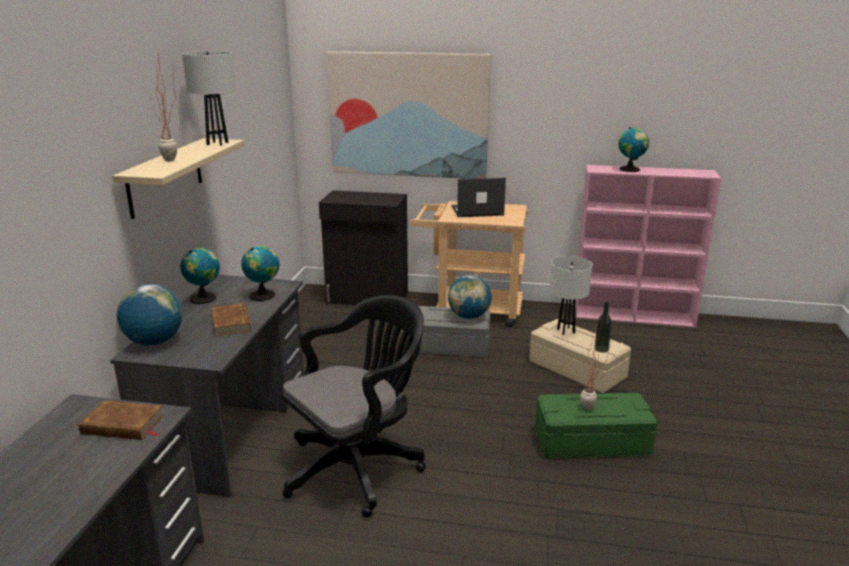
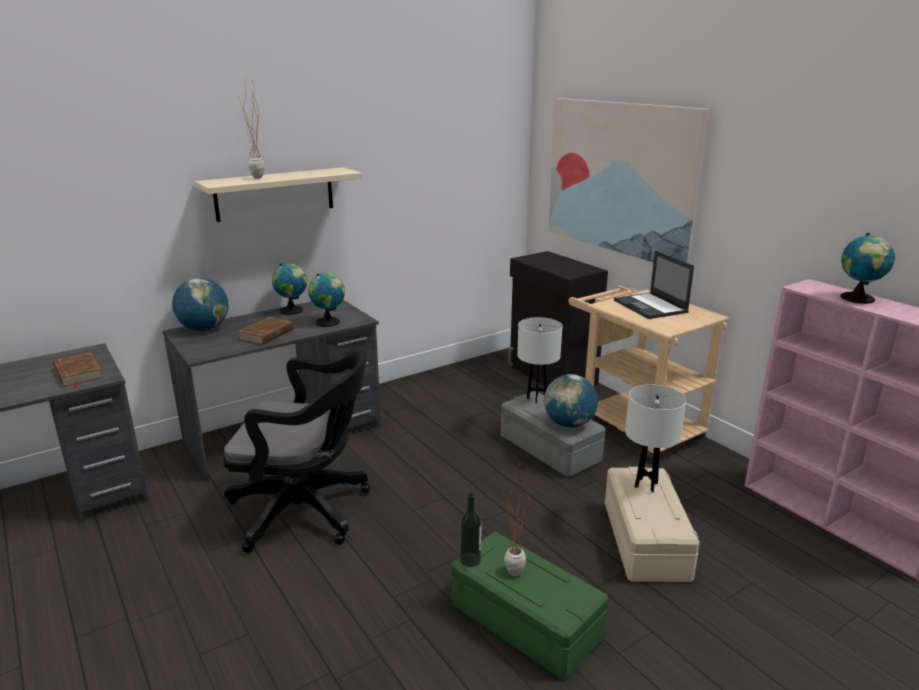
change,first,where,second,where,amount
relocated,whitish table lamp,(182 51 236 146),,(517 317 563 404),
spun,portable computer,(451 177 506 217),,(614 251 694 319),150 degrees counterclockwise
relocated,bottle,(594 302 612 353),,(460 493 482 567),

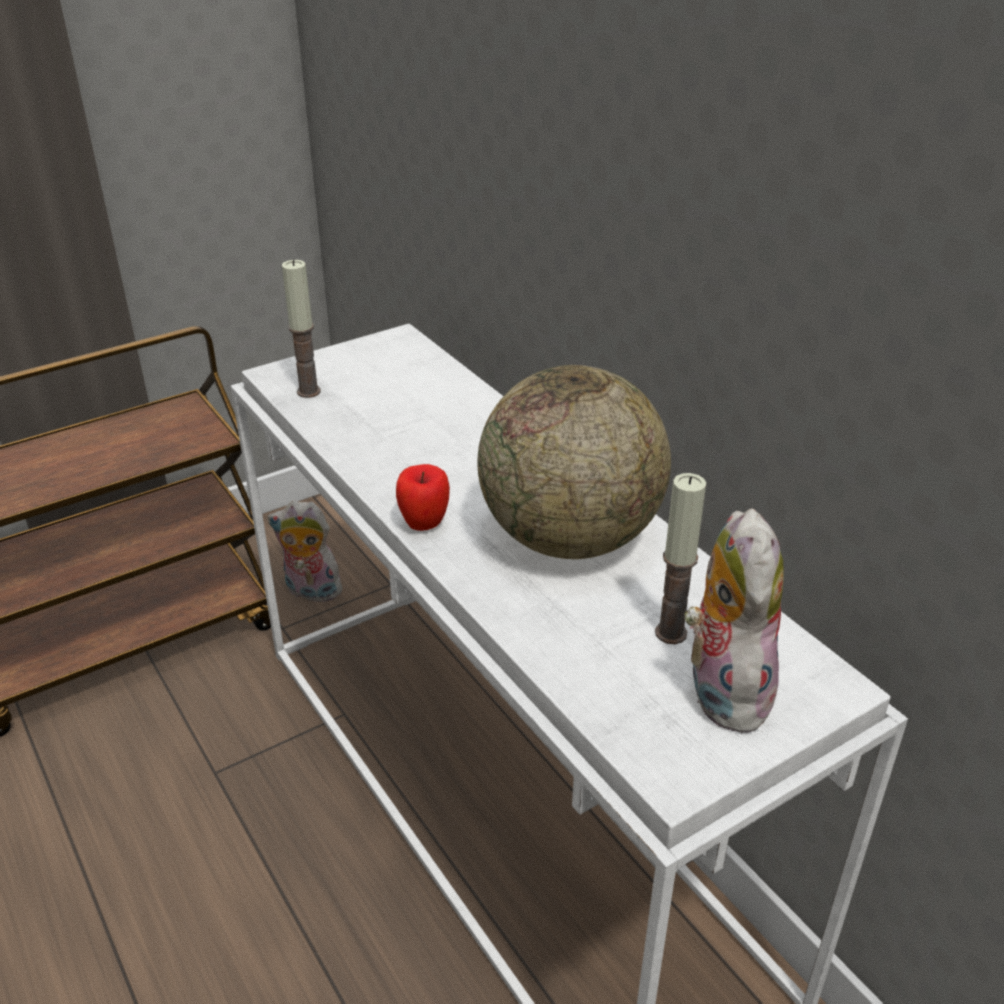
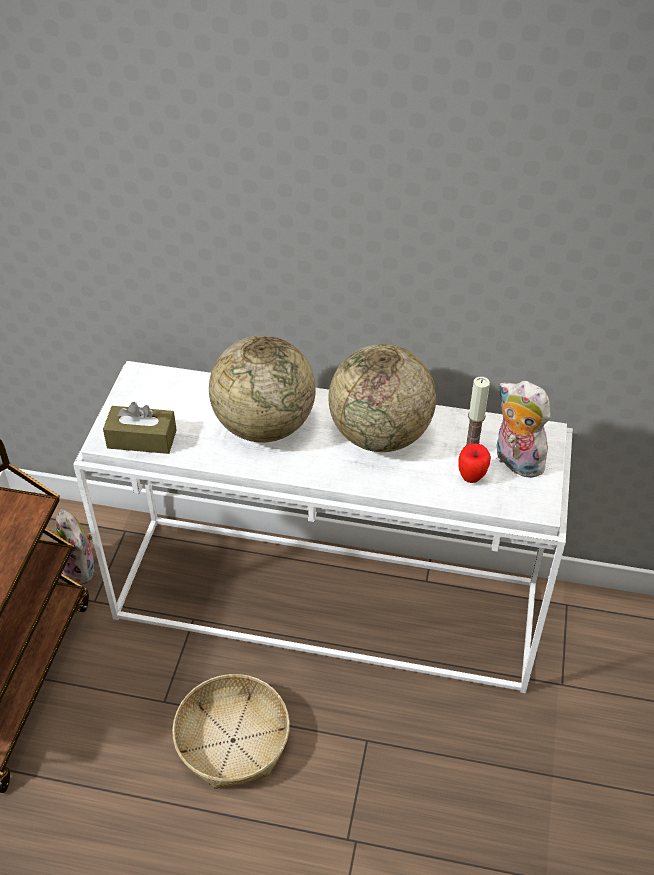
change,first,where,second,where,amount
exchanged,wax light,(282 260 321 398),brown tissue box,(103 402 177 454),
relocated,apple fruit,(396 464 450 531),,(458 443 491 483),
spun,cuddly toy,(267 500 345 602),,(56 509 95 584),90 degrees counterclockwise
appeared,,,globe,(209 335 316 443),
appeared,,,storage basket,(172 674 290 789),

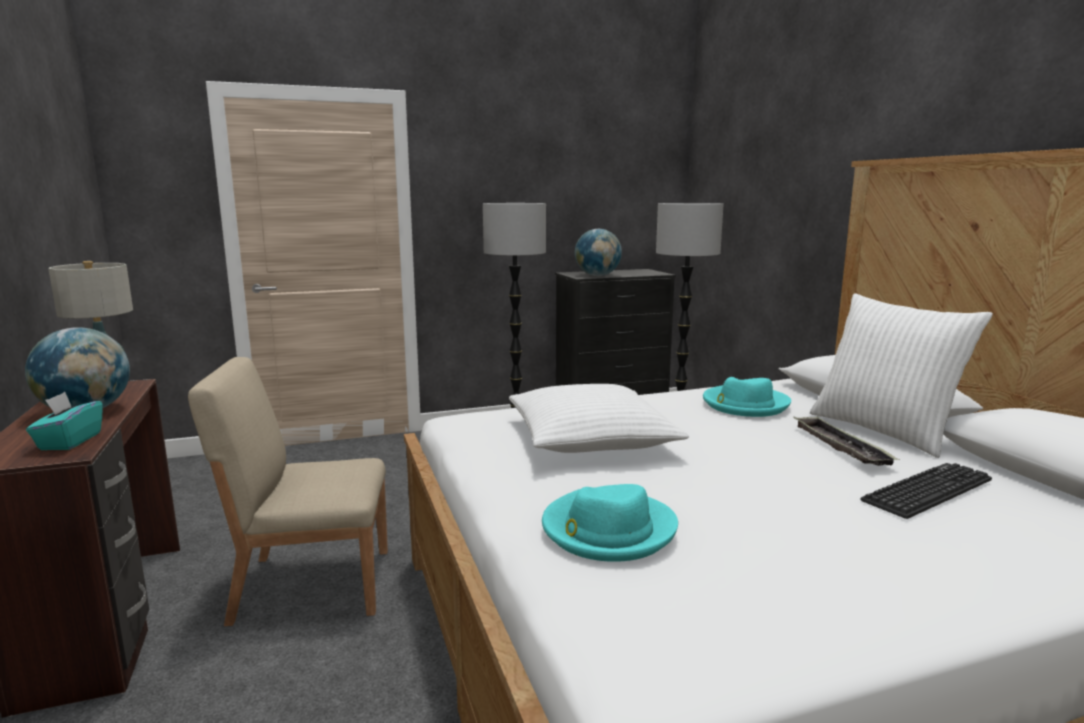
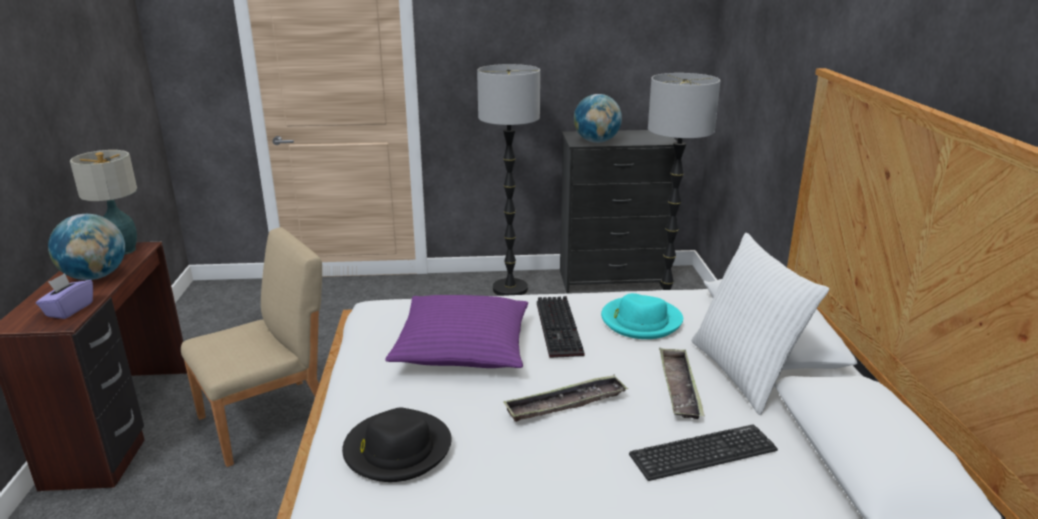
change,first,where,second,where,amount
spun,beige chair,(188 357 388 626),,(181 227 322 467),135 degrees clockwise
colour,whitish throw pillow,(509 384 689 453),purplish throw pillow,(385 295 528 368),
colour,turquoise-coloured tissue box,(26 392 103 450),purplish tissue box,(36 273 93 319),
colour,turquoise-coloured hat,(542 484 678 562),black hat,(342 407 452 482),
appeared,,,PC keyboard,(537 296 584 358),
appeared,,,carrying tray,(503 375 628 422),

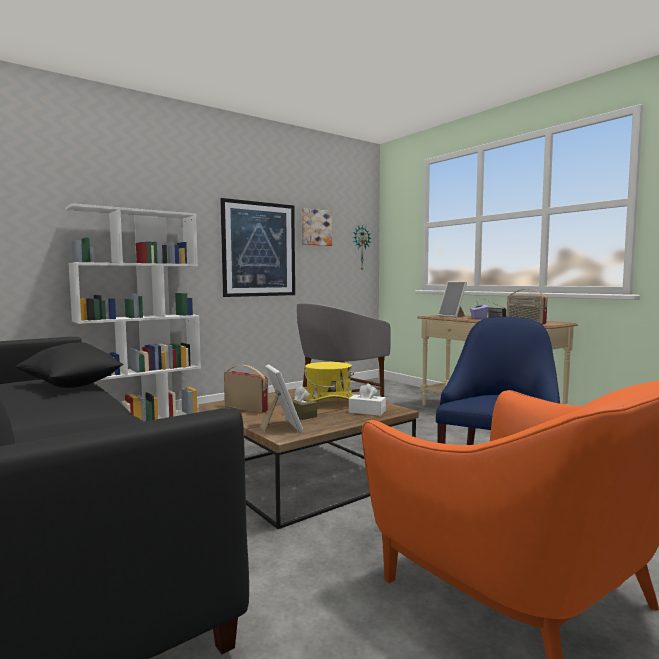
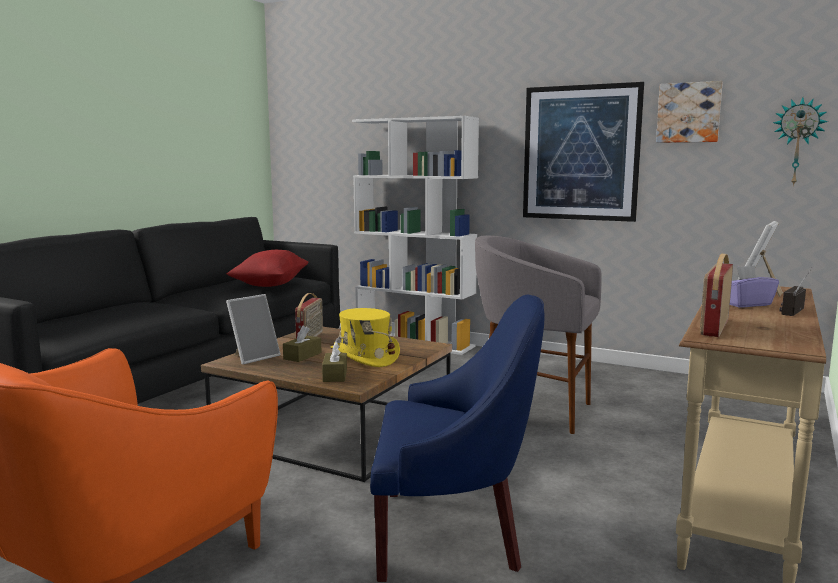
change,first,where,second,where,amount
colour,black throw pillow,(15 342 123 388),red throw pillow,(226 250 308 287),
colour,whitish tissue box,(349 383 386 416),brown tissue box,(322 342 347 382),

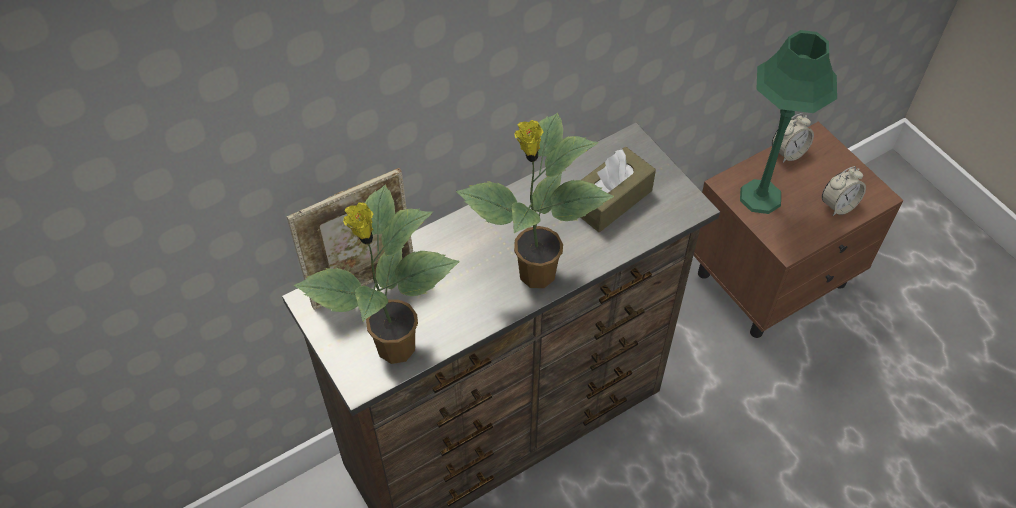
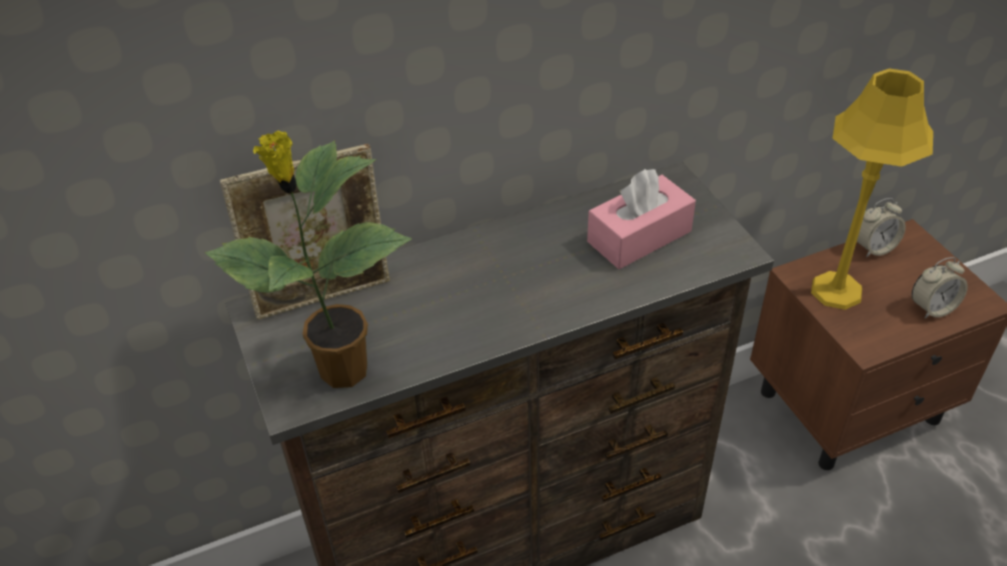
change,first,where,second,where,amount
colour,green-coloured table lamp,(740 30 837 214),yellowish table lamp,(811 68 933 310),
missing,plant in a pot,(456 113 614 288),,,
colour,brown tissue box,(581 147 656 232),pink-coloured tissue box,(587 169 696 269),

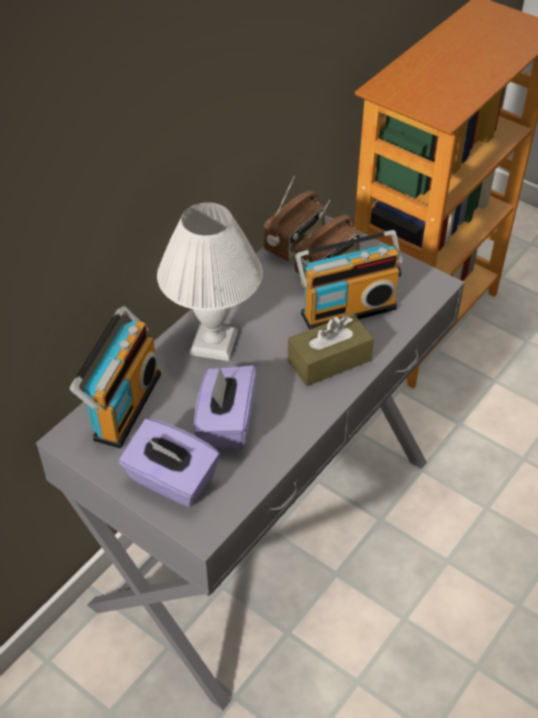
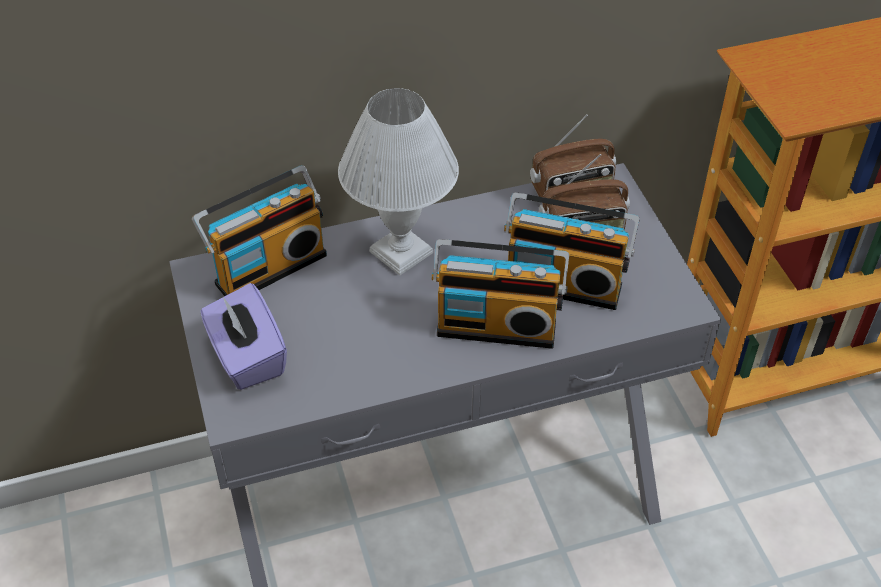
change,first,where,second,where,amount
exchanged,brown tissue box,(288 313 374 386),radio receiver,(432 239 569 349),
missing,purplish tissue box,(194 365 256 450),,,

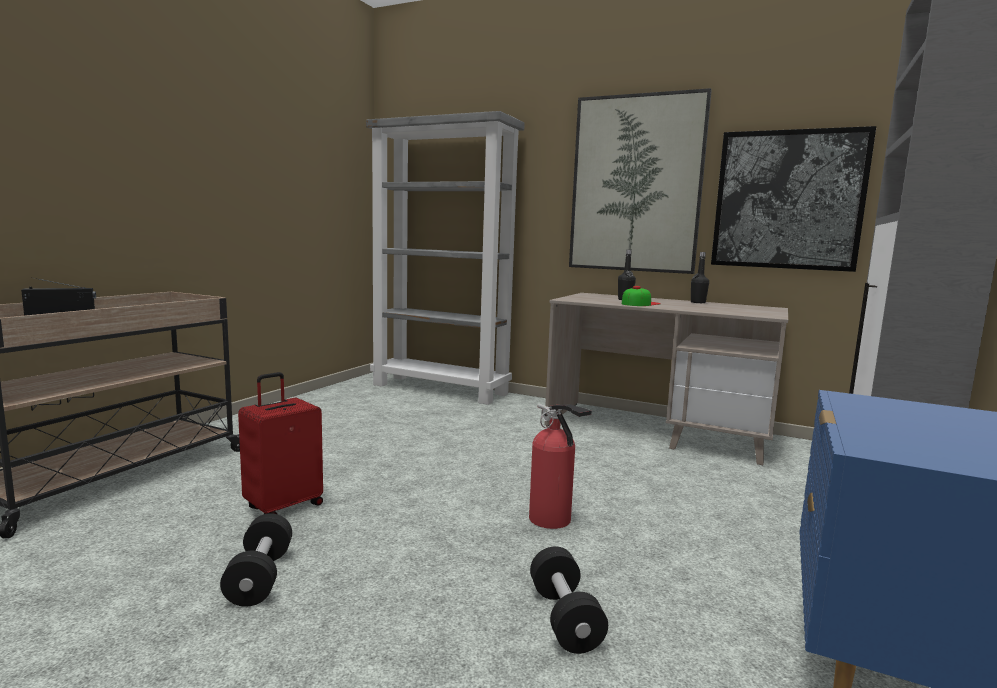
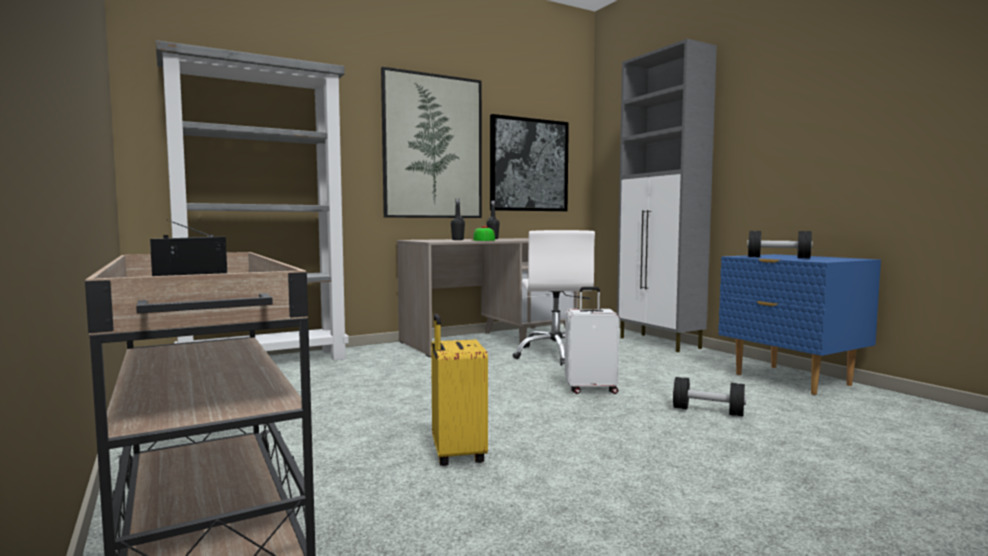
change,first,where,second,where,amount
colour,red piece of luggage,(238 372 323 514),yellowish piece of luggage,(431 314 488 466),
exchanged,fire extinguisher,(529 404 592 529),whitish piece of luggage,(565 287 620 394),
relocated,black hand weight,(220 513 292 607),,(747 231 813 258),
appeared,,,whitish office chair,(513 230 595 366),

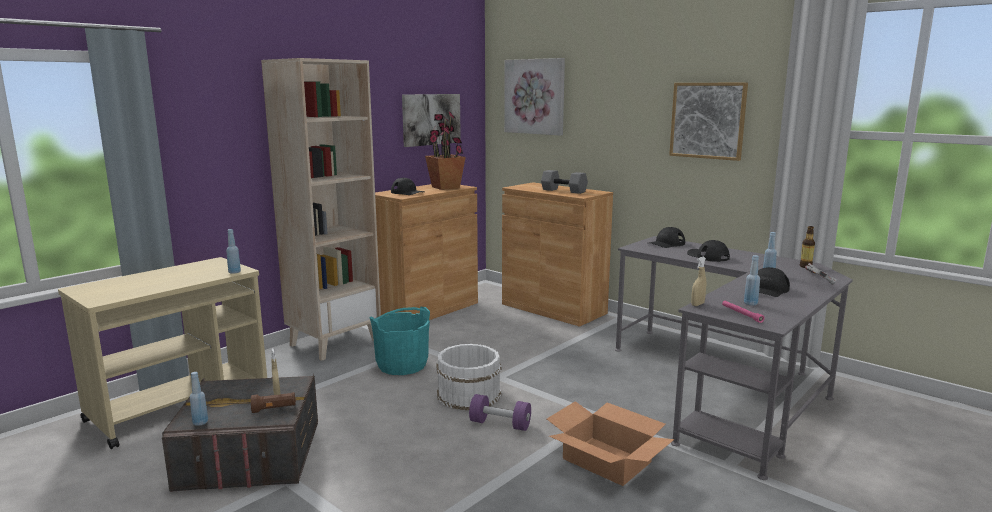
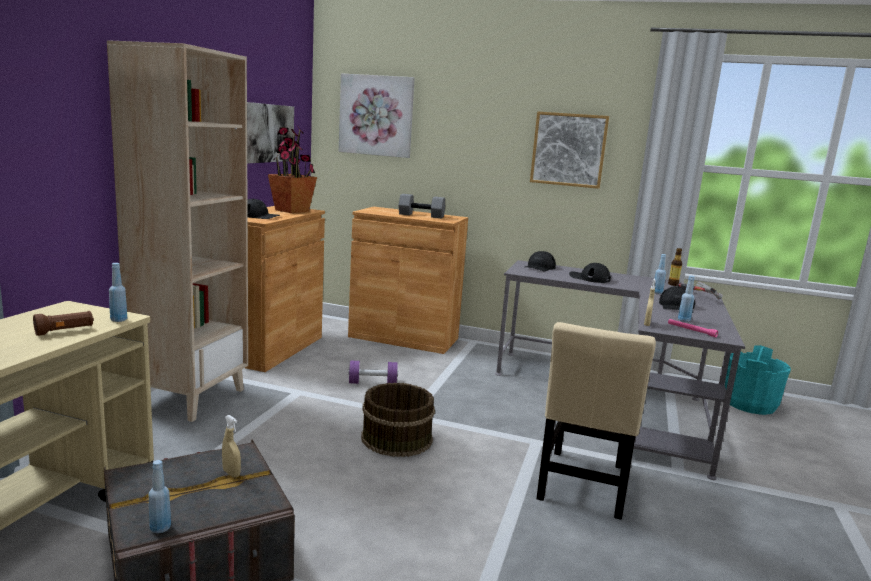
change,first,where,second,where,amount
relocated,turquoise-coloured pail,(369 307 430 375),,(725 345 791 415),
colour,whitish pail,(436 344 501 410),brown pail,(361 383 435 457),
relocated,brown torch,(251 392 296 413),,(33 311 94 336),
relocated,purplish hand weight,(469 394 531 431),,(348 360 398 384),
exchanged,carton,(547 401 674 486),beige chair,(536 322 656 519),

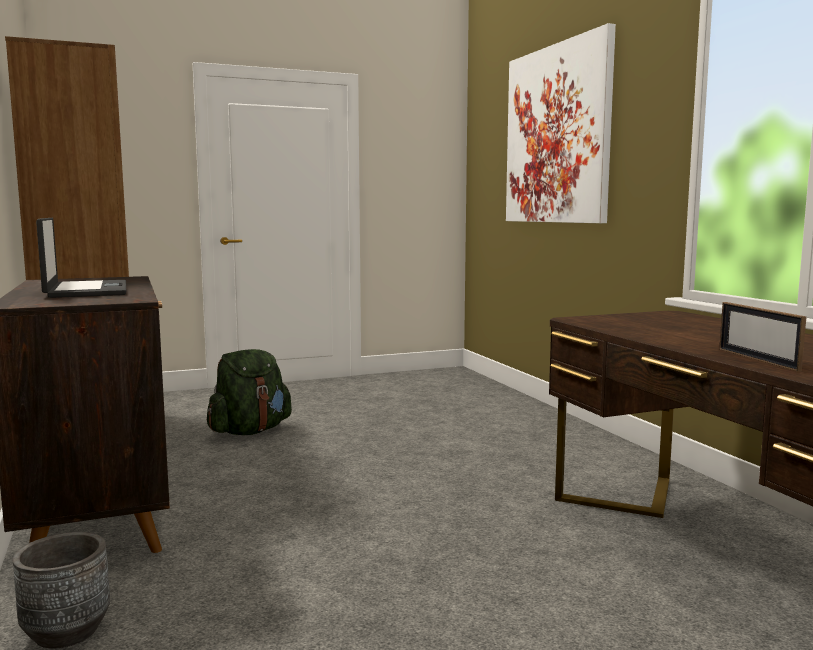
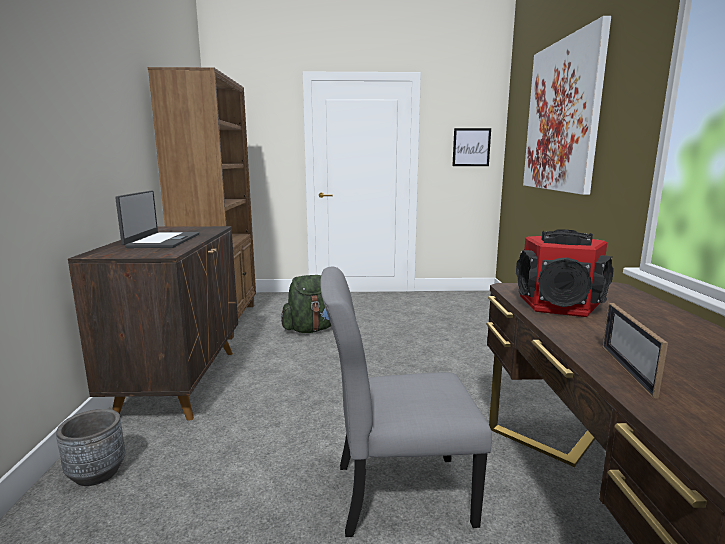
change,first,where,second,where,amount
appeared,,,wall picture,(452 128 491 166),
appeared,,,loudspeaker,(516 229 614 317),
appeared,,,gray chair,(320 267 492 537),

